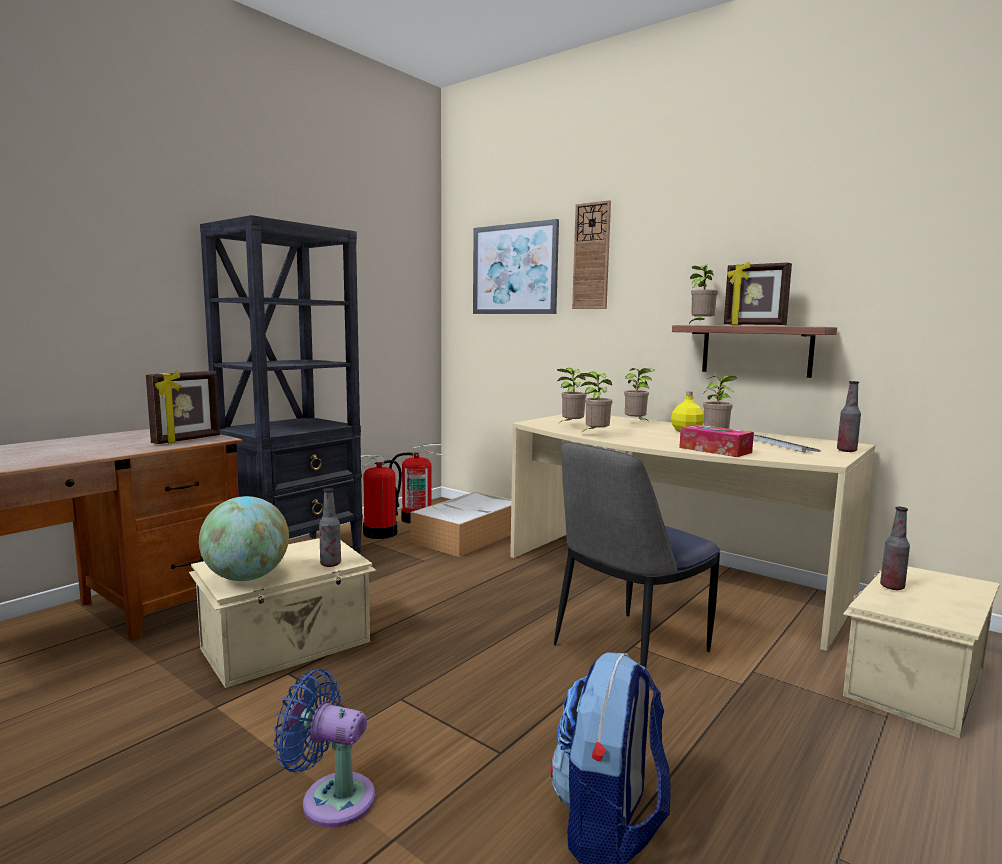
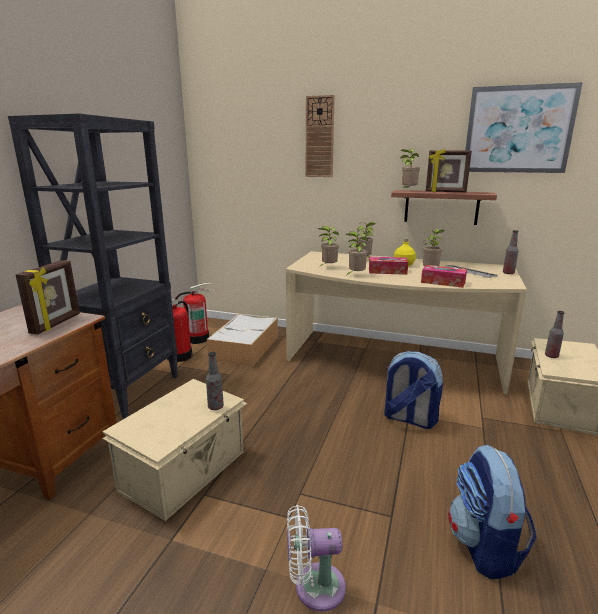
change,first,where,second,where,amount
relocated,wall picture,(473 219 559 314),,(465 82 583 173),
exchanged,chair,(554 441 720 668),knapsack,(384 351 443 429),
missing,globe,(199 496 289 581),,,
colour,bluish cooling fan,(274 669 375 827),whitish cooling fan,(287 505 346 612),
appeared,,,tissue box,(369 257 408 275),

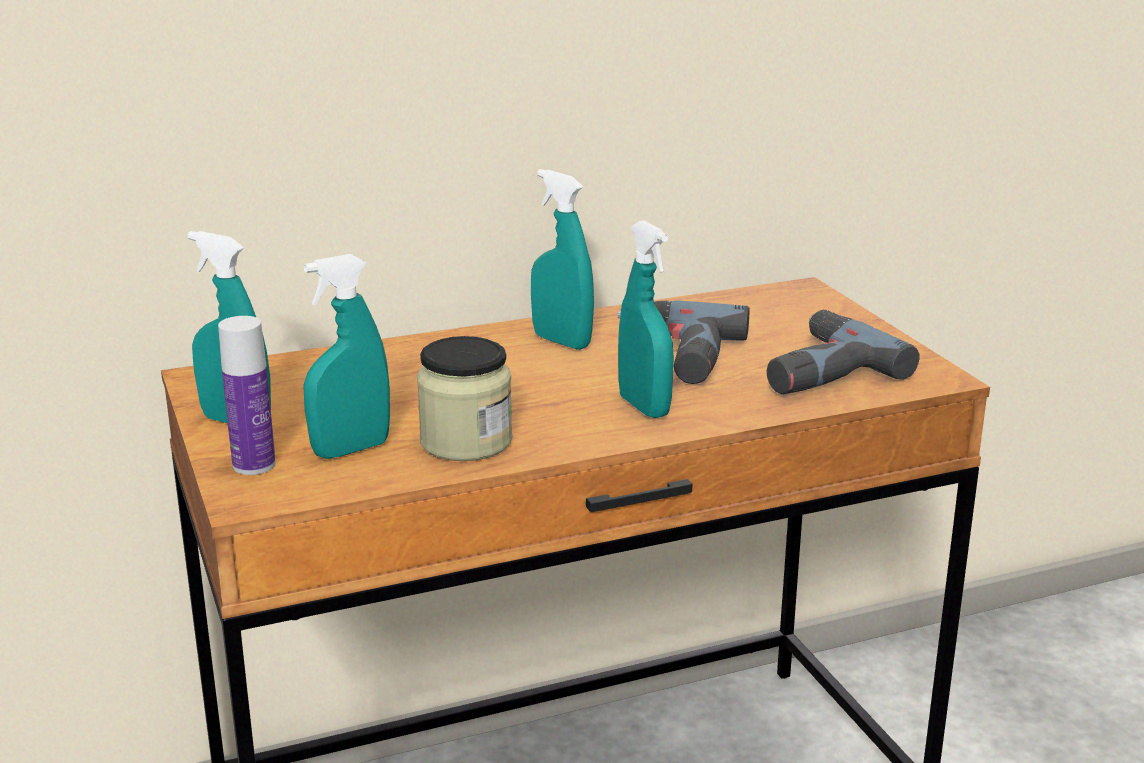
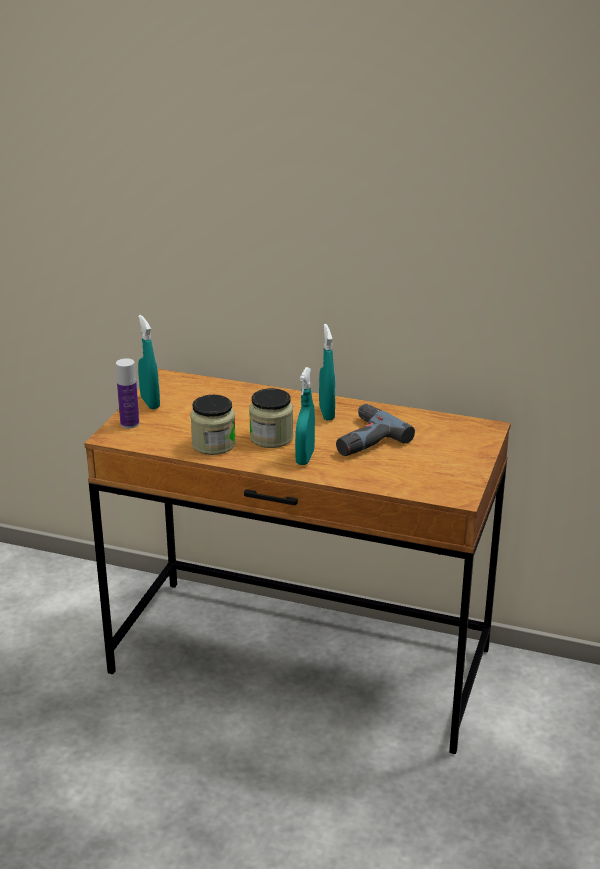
change,first,where,second,where,amount
missing,turquoise-coloured hand sprayer,(303 254 390 459),,,
missing,power drill,(767 310 920 394),,,
appeared,,,jar,(249 388 293 448),

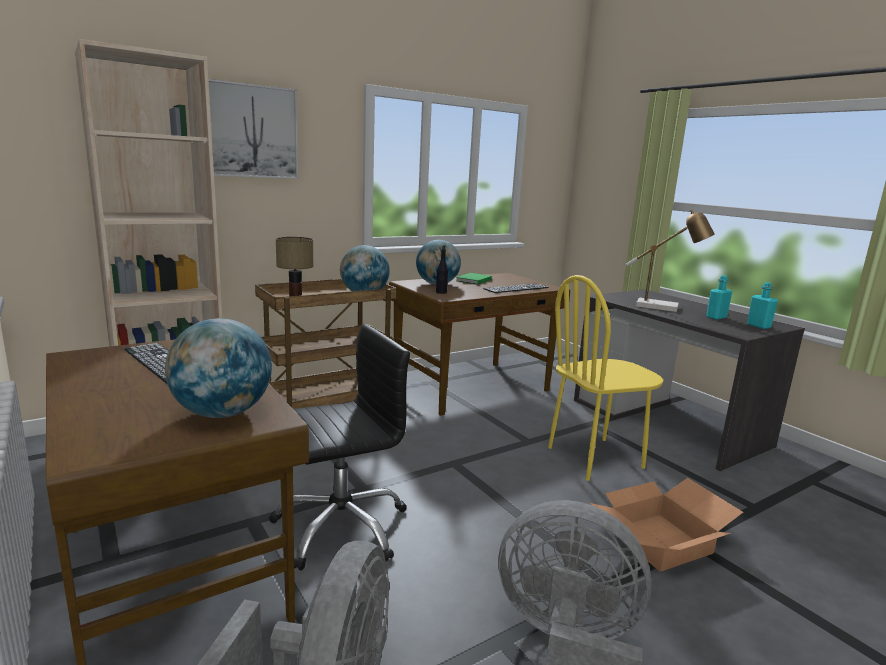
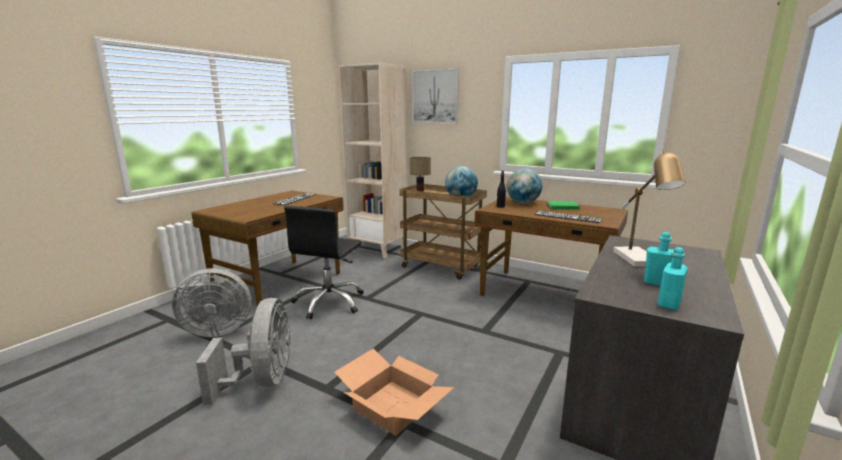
change,first,where,second,where,amount
missing,yellowish chair,(548 275 664 481),,,
missing,globe,(165 318 272 418),,,
spun,black office chair,(269 324 410 571),,(284 206 364 319),75 degrees clockwise

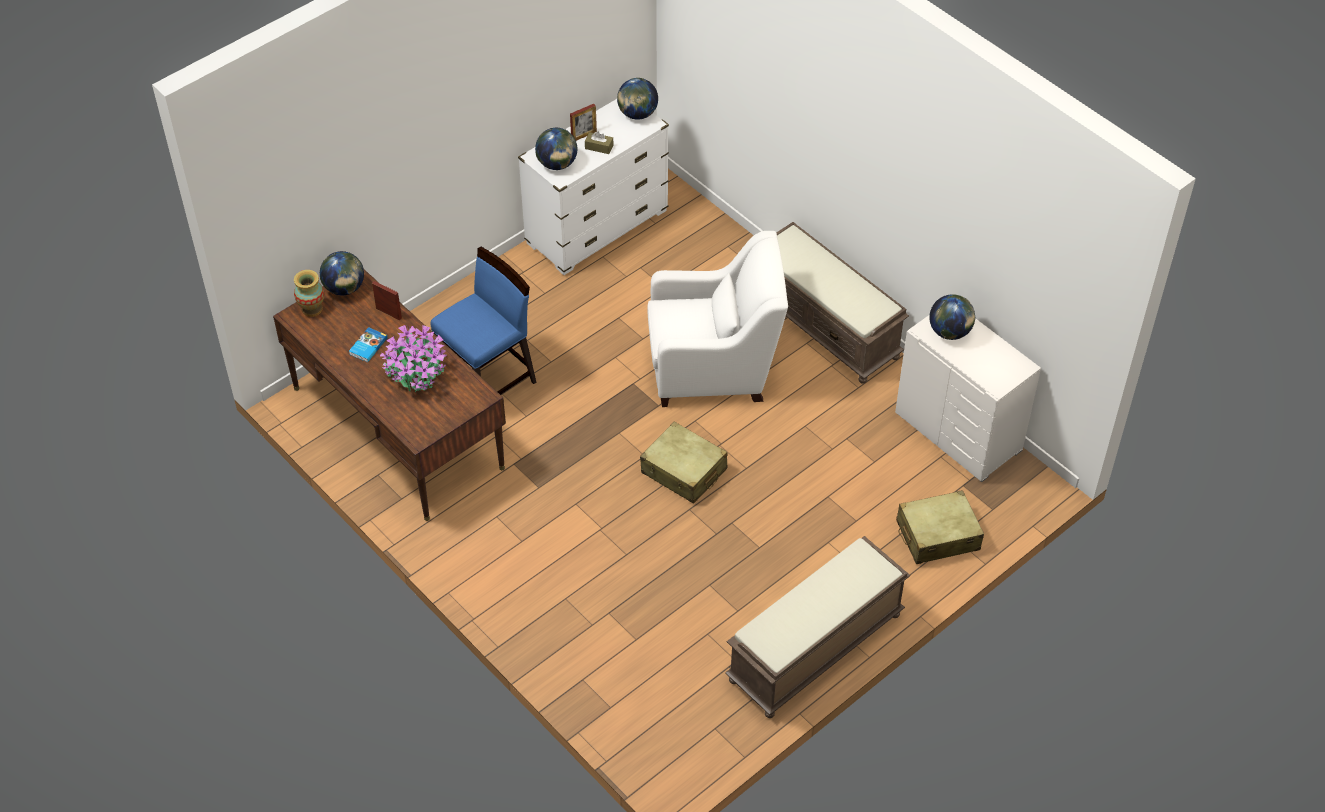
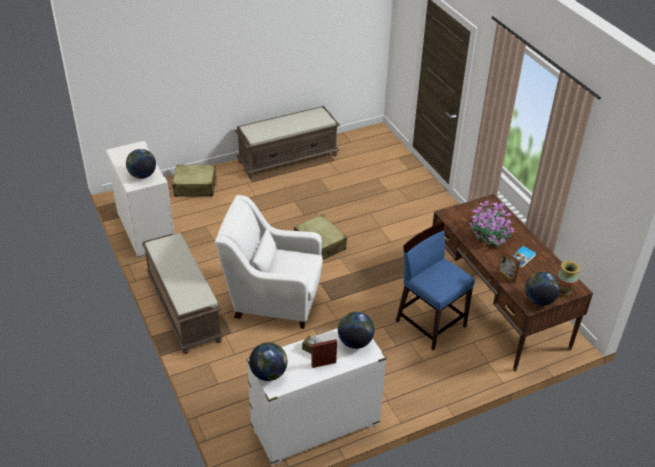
change,first,where,second,where,amount
spun,bluish chair,(431 247 537 395),,(396 222 475 350),75 degrees clockwise

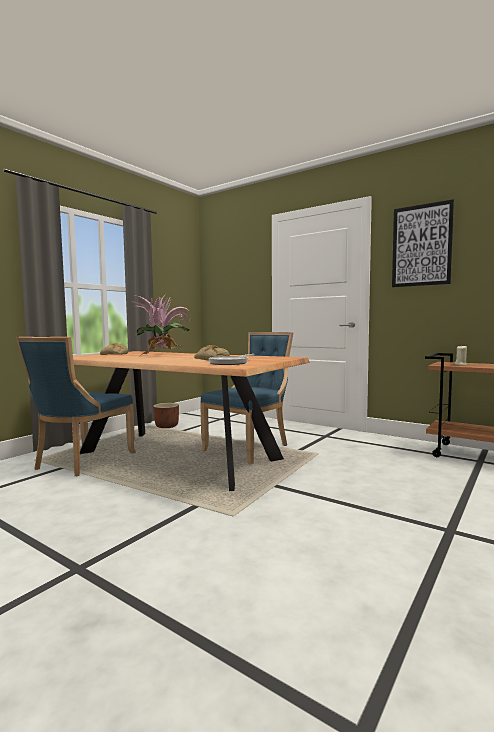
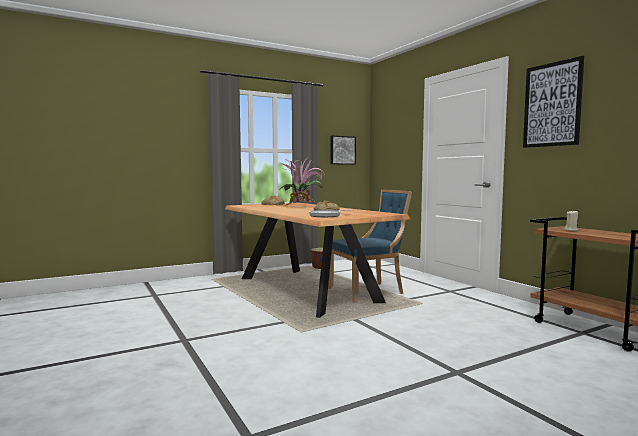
change,first,where,second,where,amount
missing,bluish chair,(16 337 136 476),,,
appeared,,,wall picture,(331 135 356 165),

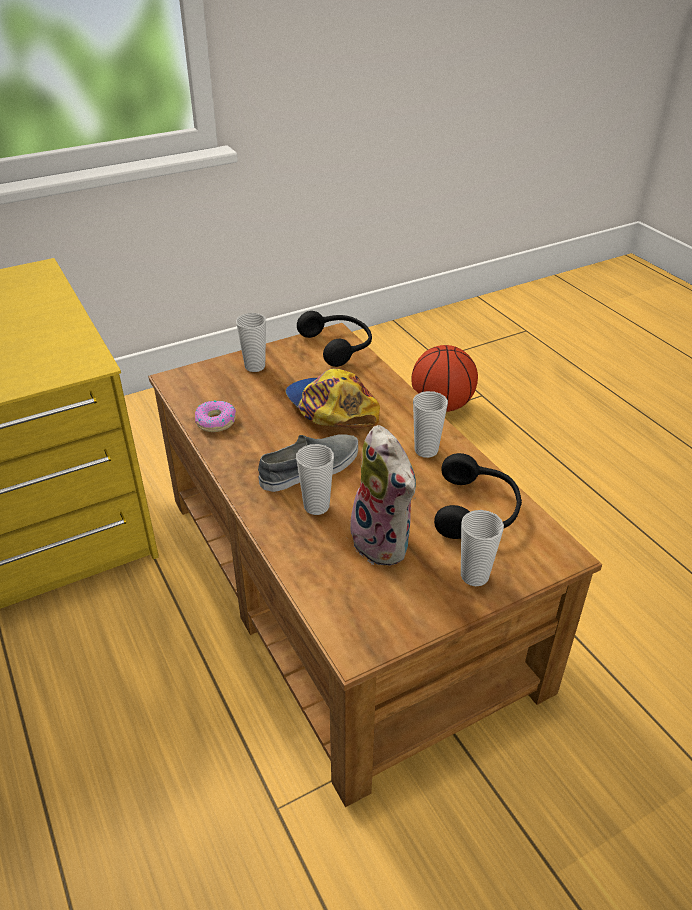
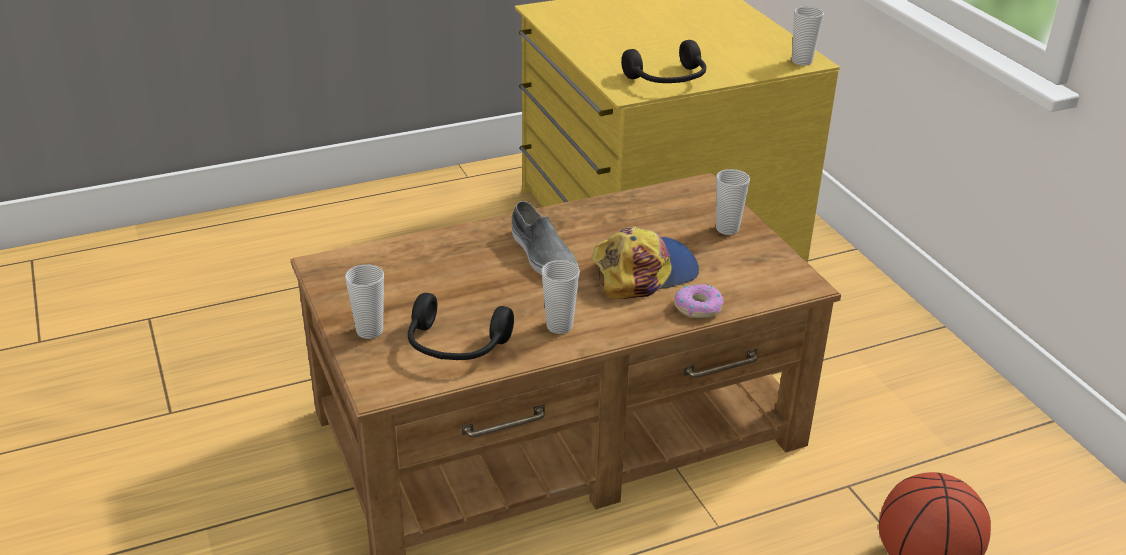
change,first,where,second,where,amount
relocated,black pair of headphones,(297 311 372 367),,(621 40 706 83),
relocated,ring doughnut,(195 400 236 432),,(674 284 724 318),
missing,cuddly toy,(346 425 416 566),,,
relocated,drinking cup,(296 444 334 515),,(792 6 824 66),

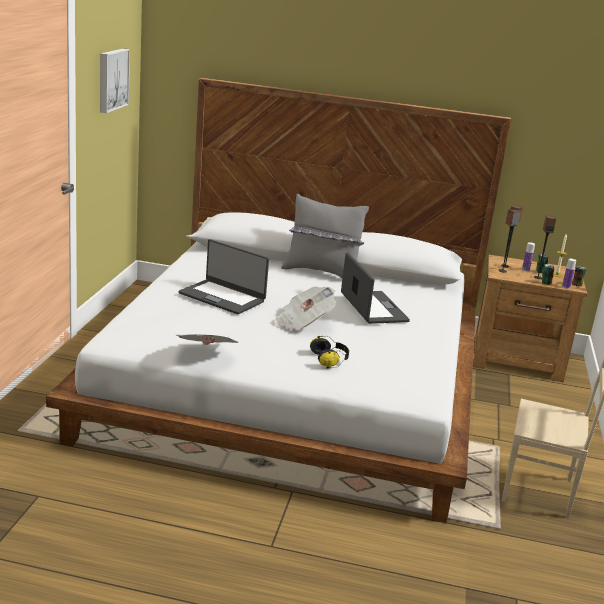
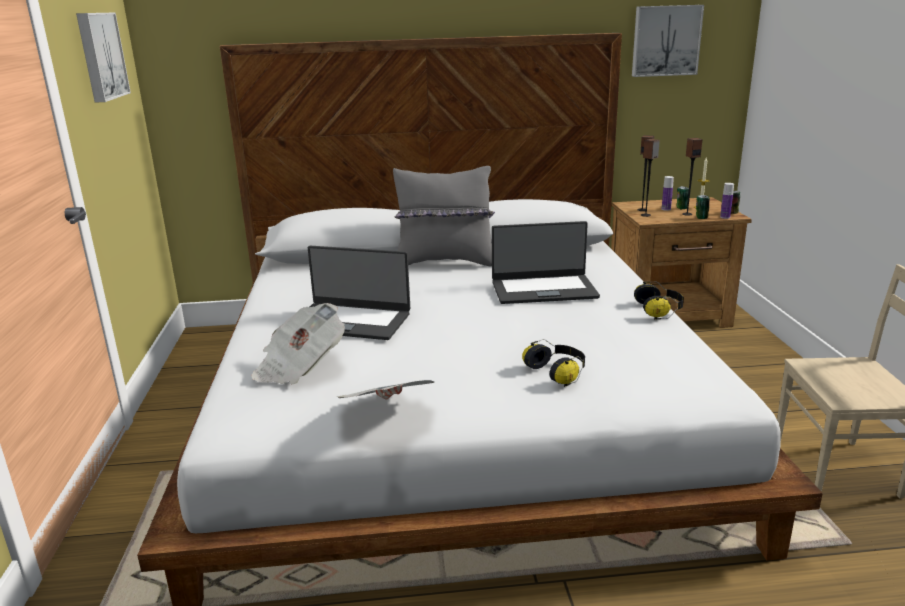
change,first,where,second,where,amount
spun,portable computer,(341 253 410 324),,(492 221 600 304),120 degrees clockwise
relocated,newspaper,(273 287 336 331),,(251 303 345 385),
appeared,,,wall picture,(632 5 704 77),
appeared,,,pair of headphones,(634 282 684 319),

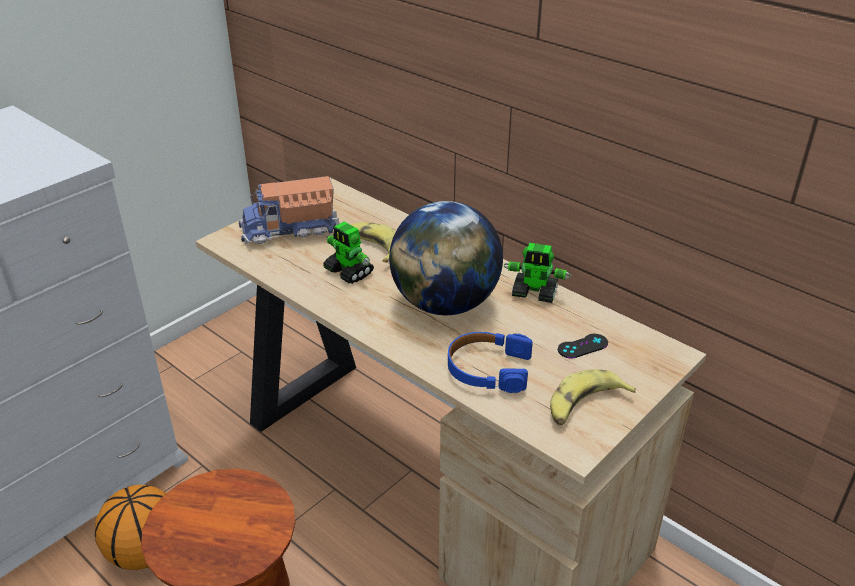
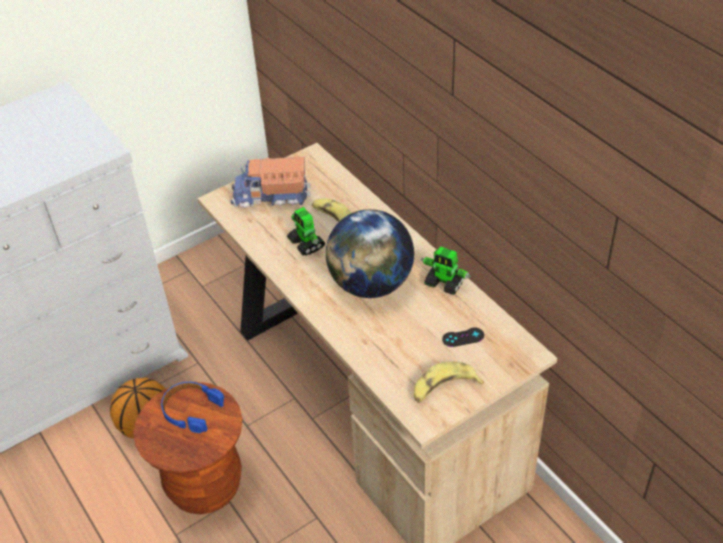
change,first,where,second,where,amount
relocated,bluish pair of headphones,(448 332 533 393),,(161 382 224 433),

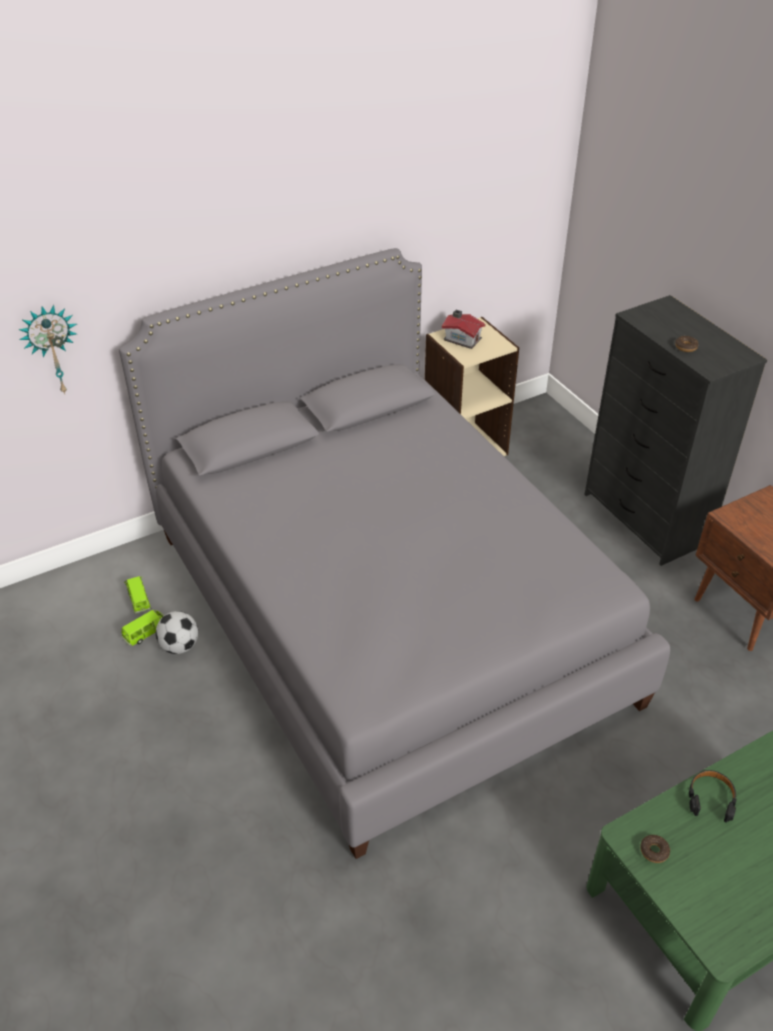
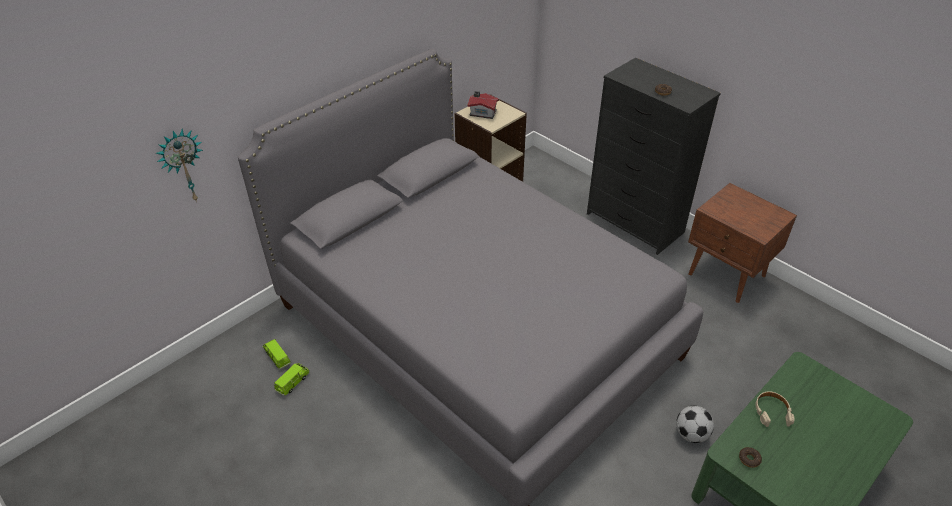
change,first,where,second,where,amount
relocated,ball for football,(156 611 198 654),,(676 406 714 443),
colour,black pair of headphones,(689 770 737 823),beige pair of headphones,(755 391 794 427),

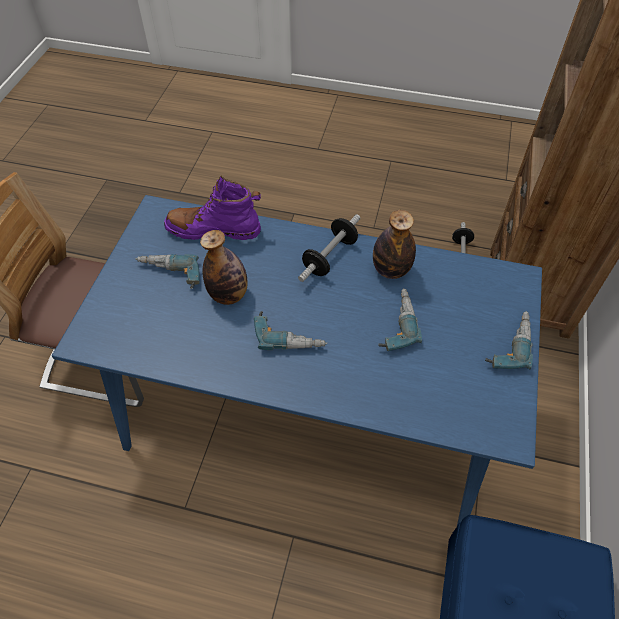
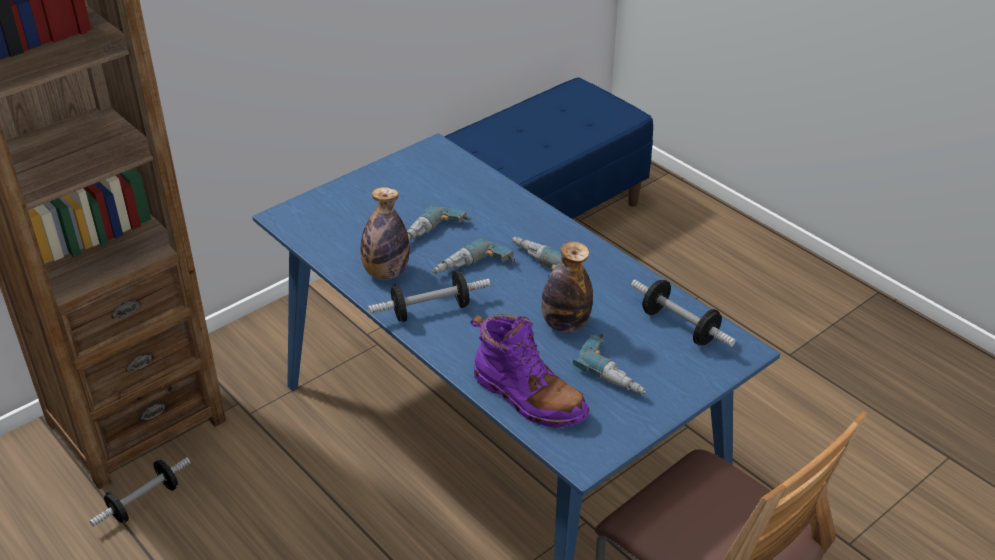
change,first,where,second,where,amount
relocated,power drill,(485 311 533 369),,(432 237 515 274),
appeared,,,hand weight,(631 280 736 347),

